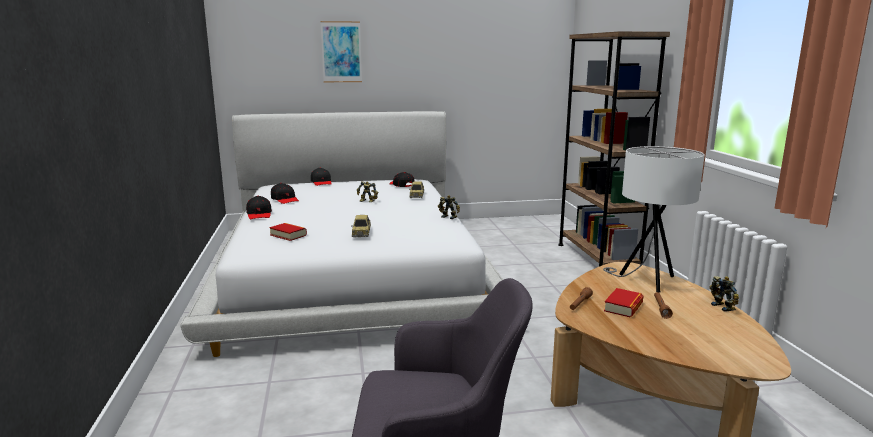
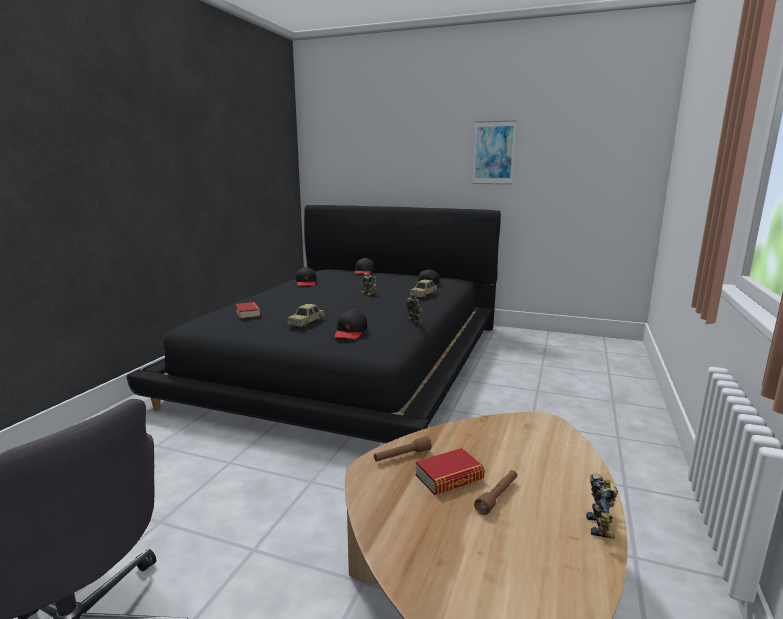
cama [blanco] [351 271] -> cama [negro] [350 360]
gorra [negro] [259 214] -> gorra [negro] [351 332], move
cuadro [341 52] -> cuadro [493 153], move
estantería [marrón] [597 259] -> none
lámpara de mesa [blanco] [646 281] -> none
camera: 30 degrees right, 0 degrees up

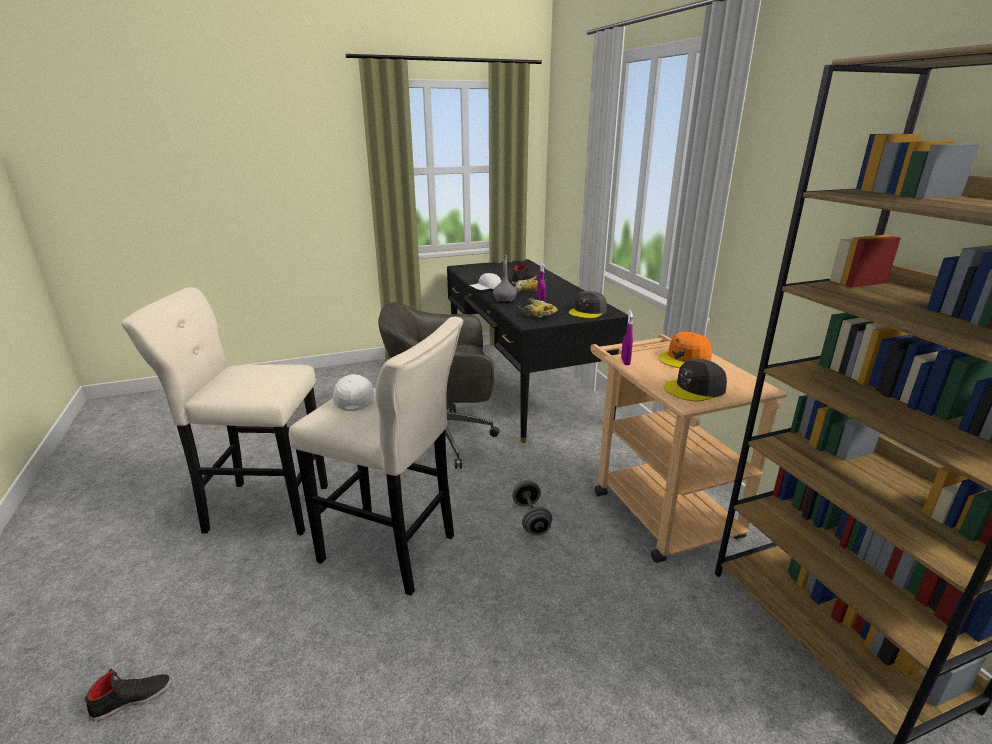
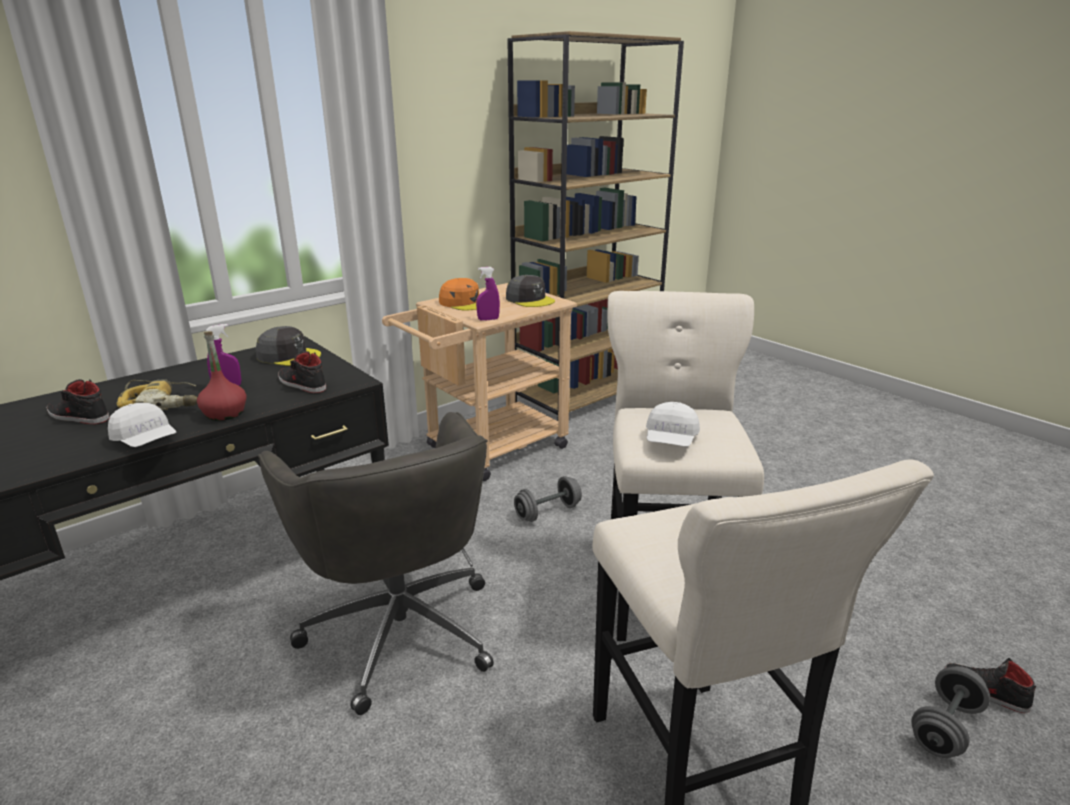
botella [gris] [505 300] -> botella [rojo] [224 413]
taladro [534 313] -> zapato [negro] [301 384]
gorra [blanco] [355 399] -> gorra [blanco] [670 440], 45 degrees counterclockwise
none -> mancuerna [gris] [945 727]
camera: 110 degrees left, 0 degrees up

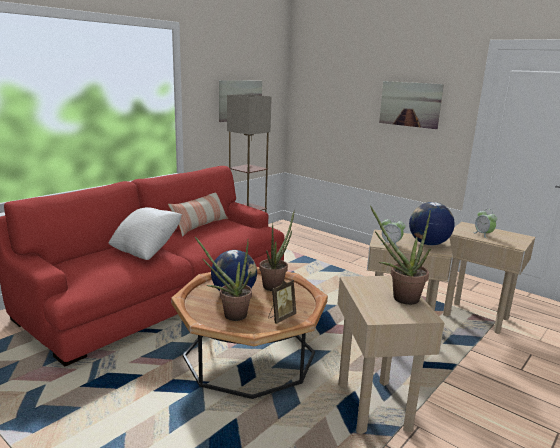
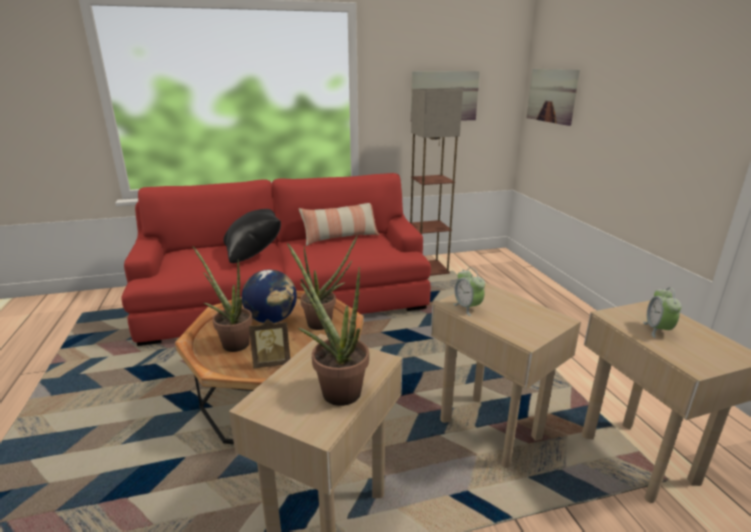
cojín [blanco] [146 250] -> cojín [negro] [254 254]
cuadro [410 104] -> cuadro [551 95], move
globo terráqueo [428 244] -> none
camera: 35 degrees right, 5 degrees up

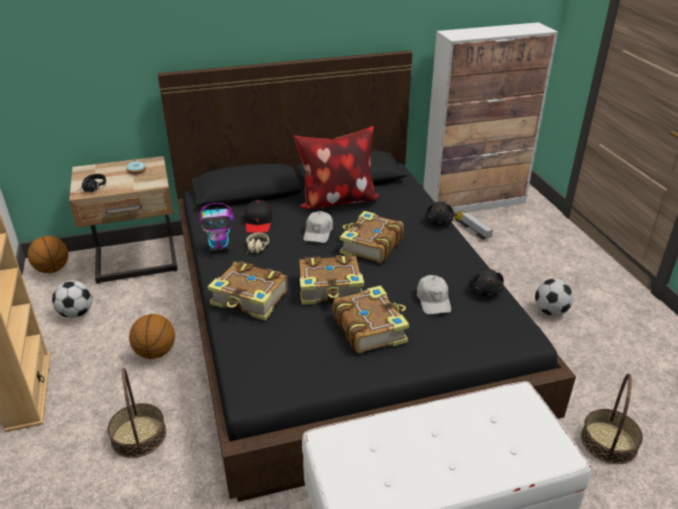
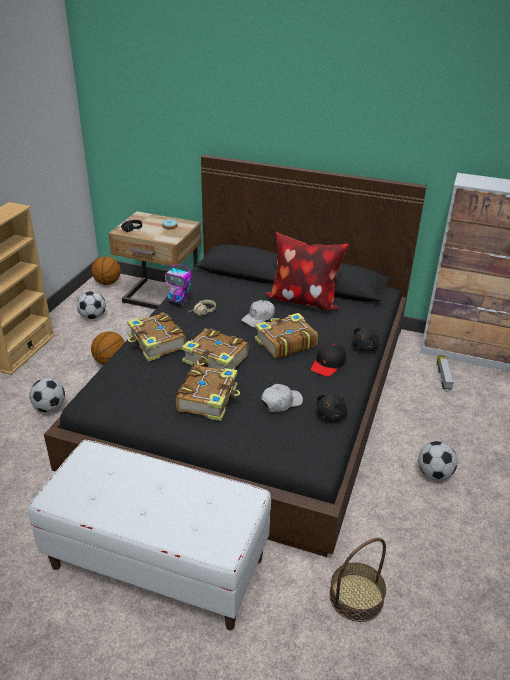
cesta [138 436] -> balón de fútbol [50 408]
gorra [blanco] [433 300] -> gorra [blanco] [281 402], 150 degrees counterclockwise
gorra [negro] [258 222] -> gorra [negro] [328 364], move
camera: 35 degrees right, 0 degrees up

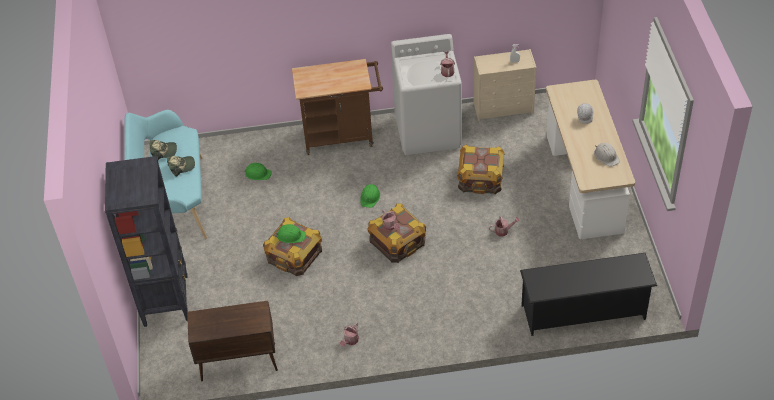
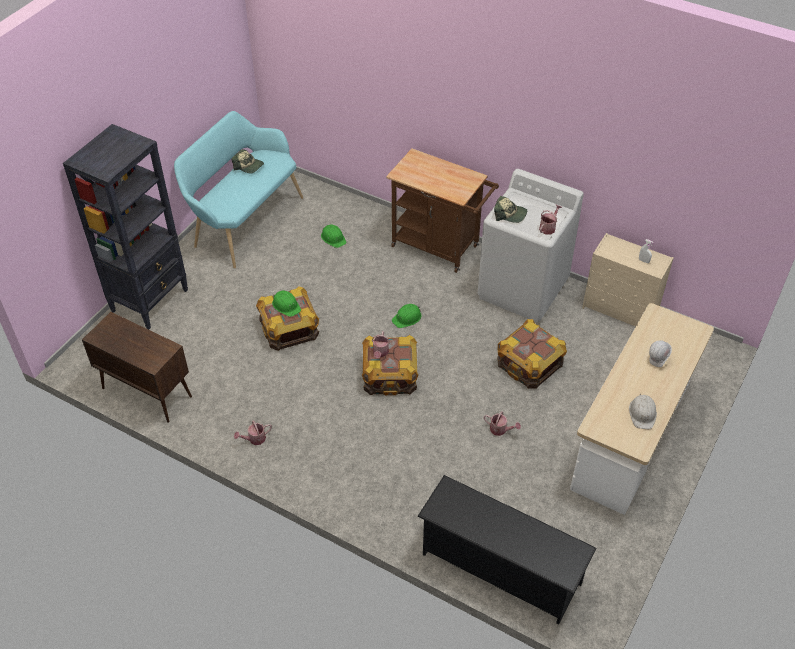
gorra [181 166] -> gorra [510 214], move
camera: 35 degrees right, 0 degrees up

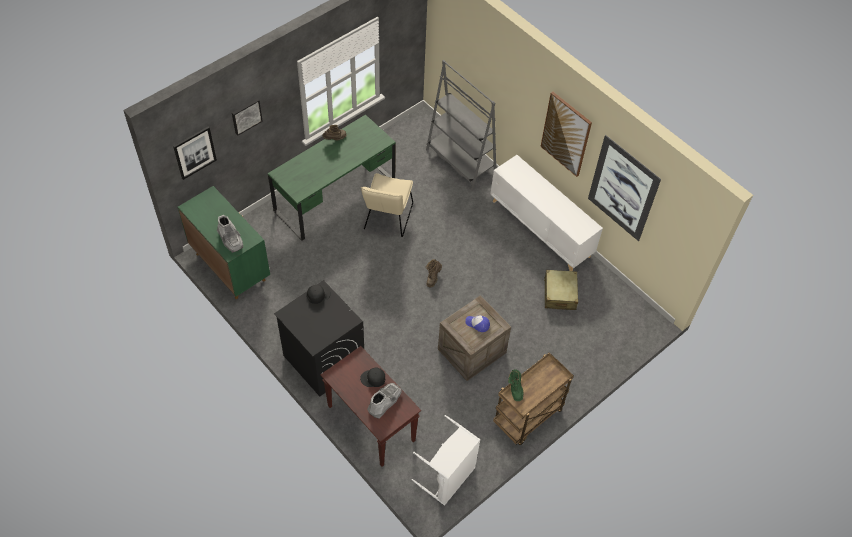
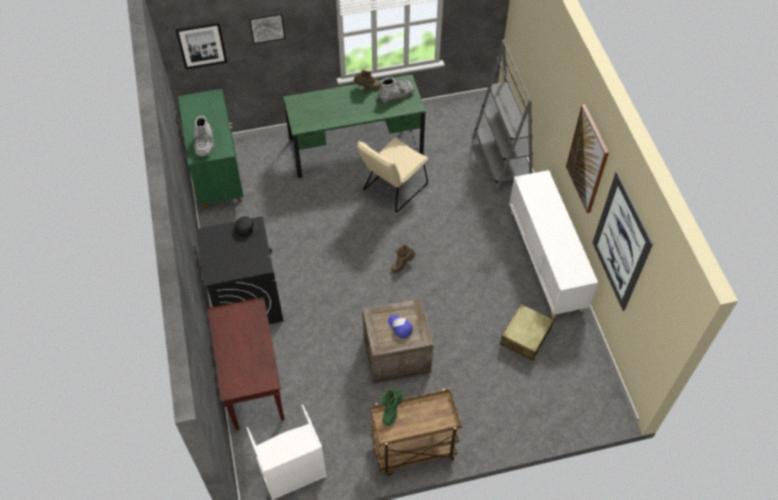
bota [gris] [384 402] -> bota [gris] [396 94], move
gorra [negro] [373 379] -> none
camera: 30 degrees right, 0 degrees up

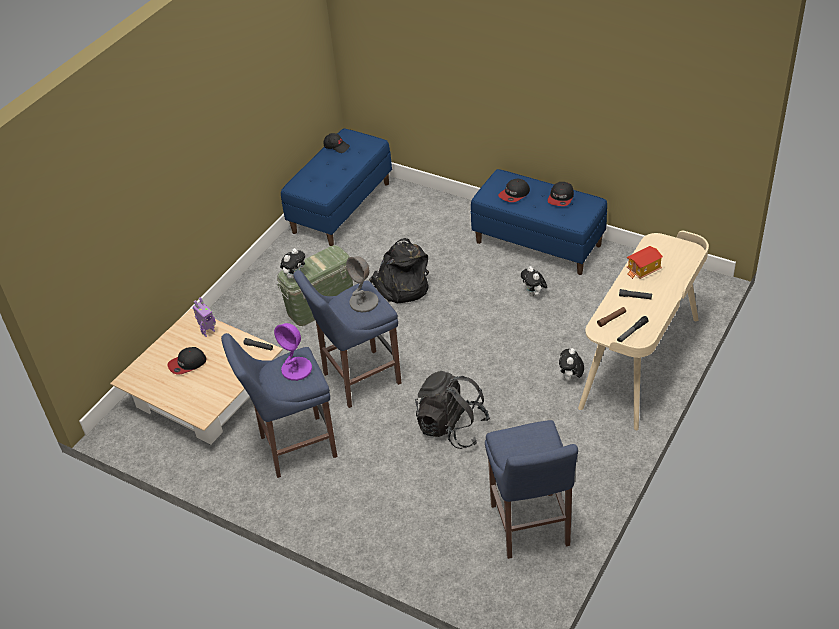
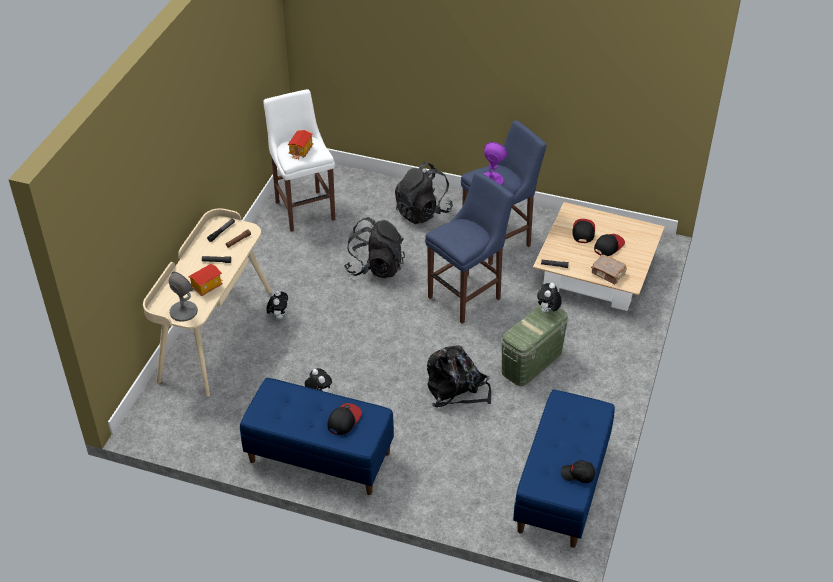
lámpara de mesa [gris] [364 302] -> lámpara de mesa [gris] [183 311], move
taburete [azul] [530 528] -> taburete [blanco] [304 208]
none -> casita [301 151]
none -> mochila [negro] [423 212]
gorra [561 198] -> gorra [583 232], move
robot de juguete [208 332] -> libro [marrón] [608 274]
camera: 165 degrees right, 0 degrees up

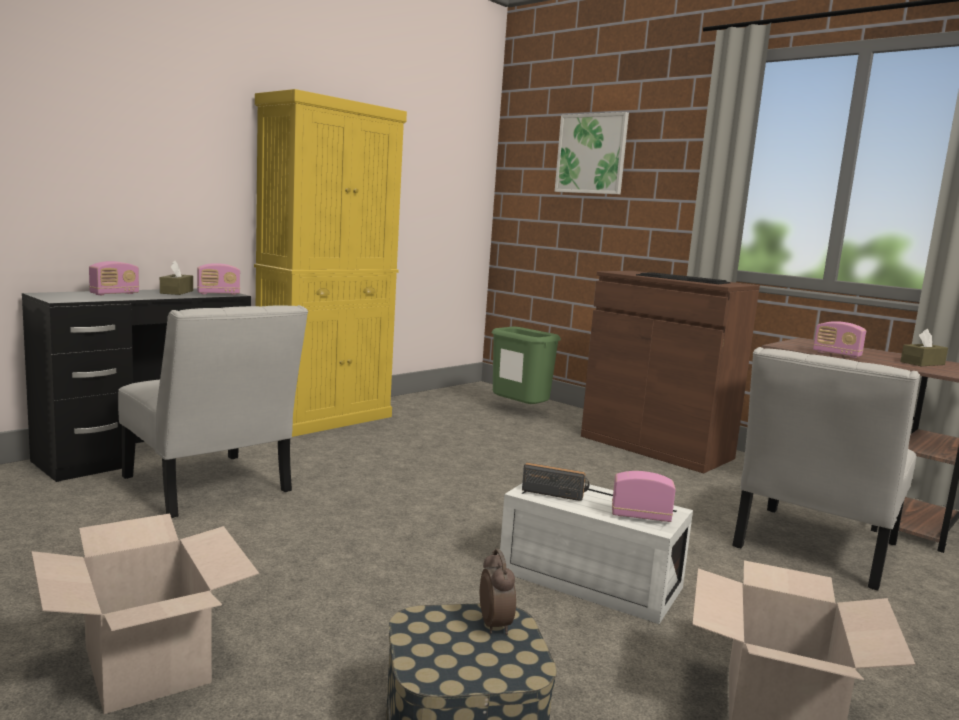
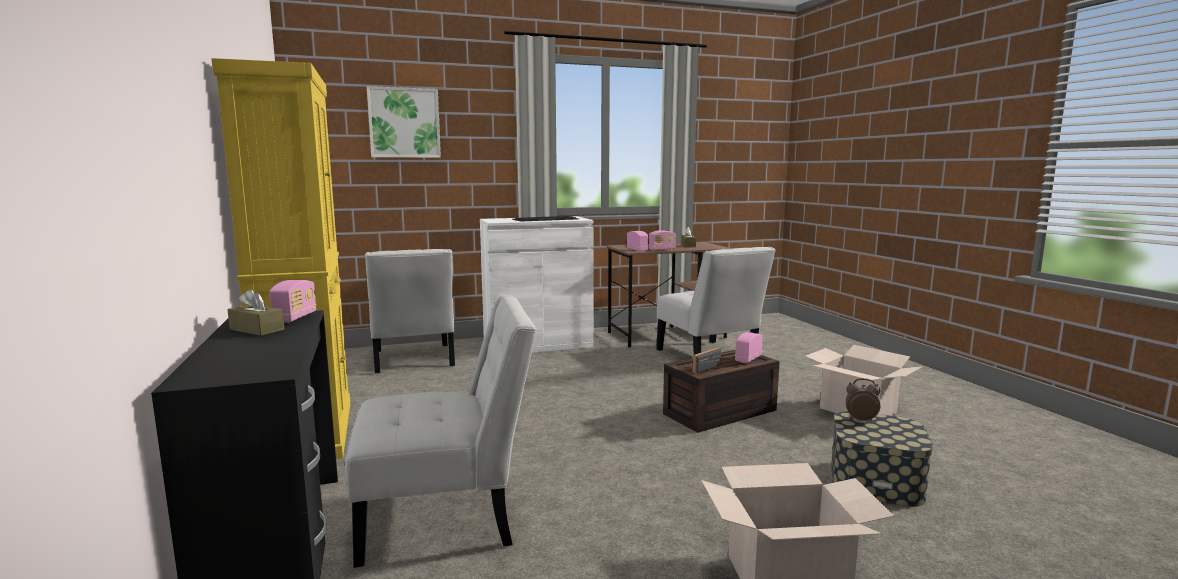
papelera [verde] [518 413] -> silla [blanco] [413 360]
armario [marrón] [655 447] -> armario [blanco] [537 345]
radio [114 294] -> radio [637 250], move
caja de almacenaje [blanco] [586 579] -> caja de almacenaje [marrón] [720 413]
camera: 60 degrees left, 0 degrees up

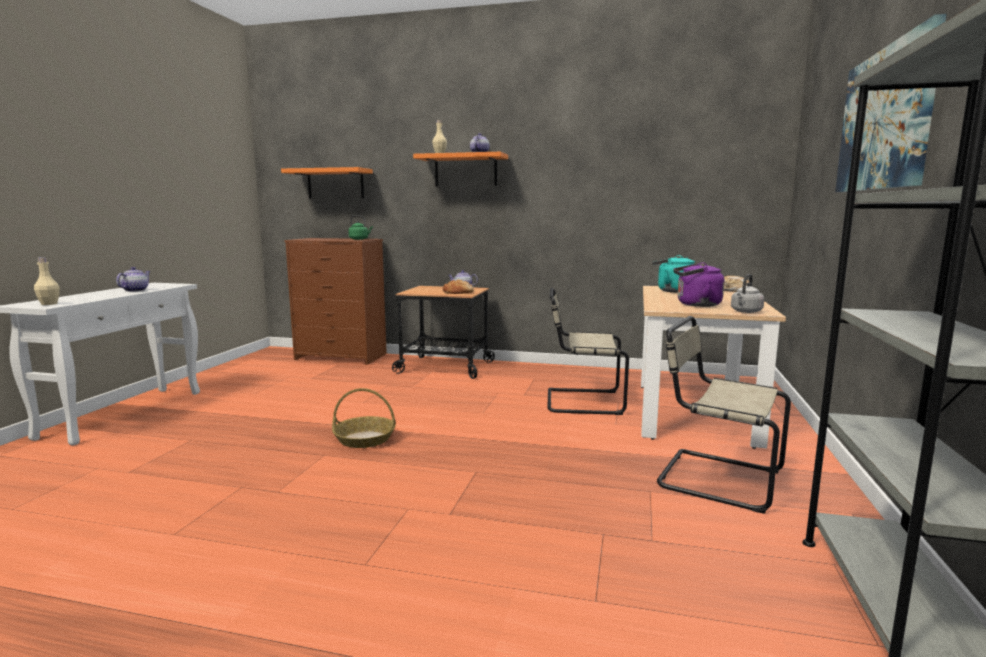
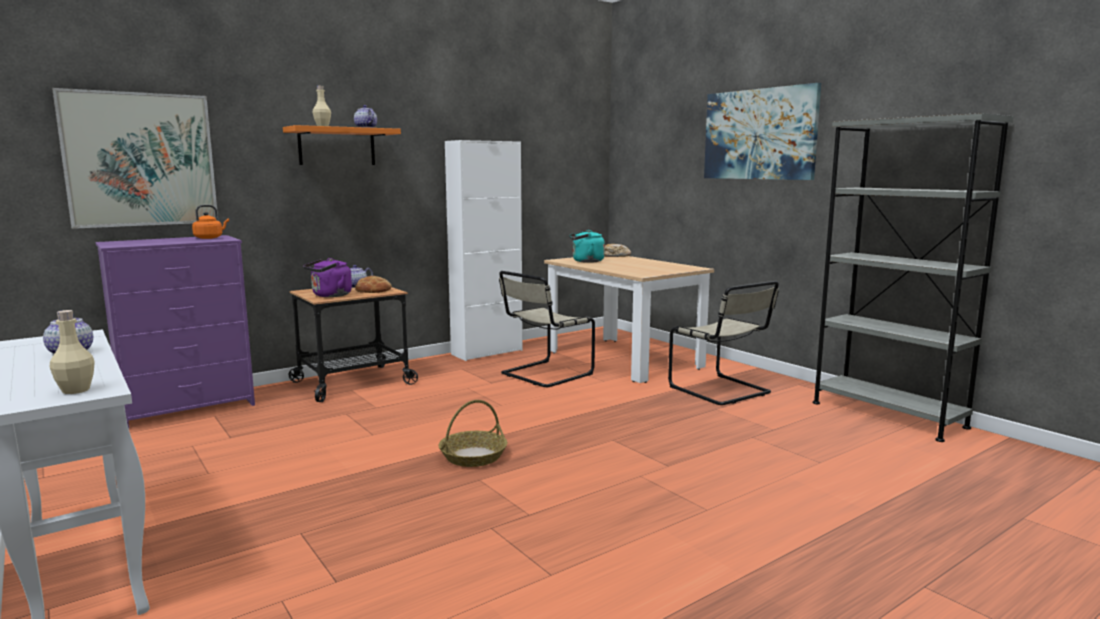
estante [naranja] [335 184] -> cuadro [140 160]
cómoda [marrón] [342 356] -> cómoda [morado] [189 407]
hervidor [verde] [359 239] -> hervidor [naranja] [210 238]
hervidor [morado] [696 304] -> hervidor [morado] [330 295], move
none -> armario [blanco] [487 352]
silla [beis] [714 478] -> silla [beis] [722 391], 105 degrees counterclockwise
hervidor [gris] [745 312] -> none
camera: 50 degrees left, 0 degrees up

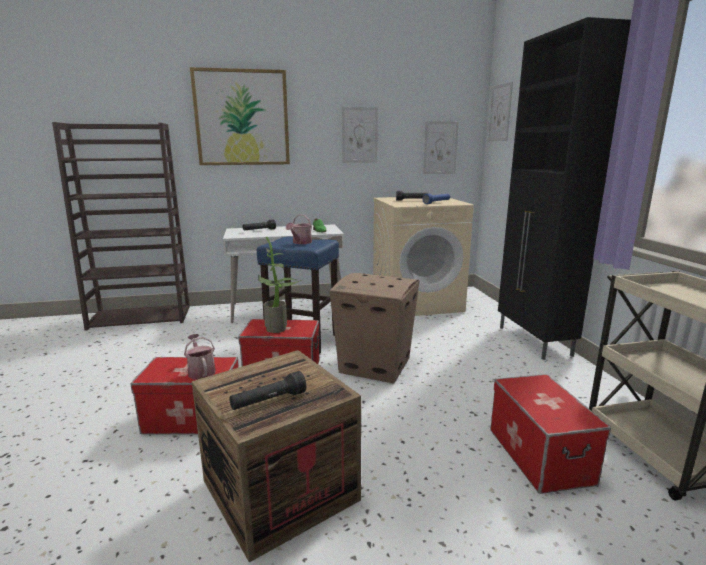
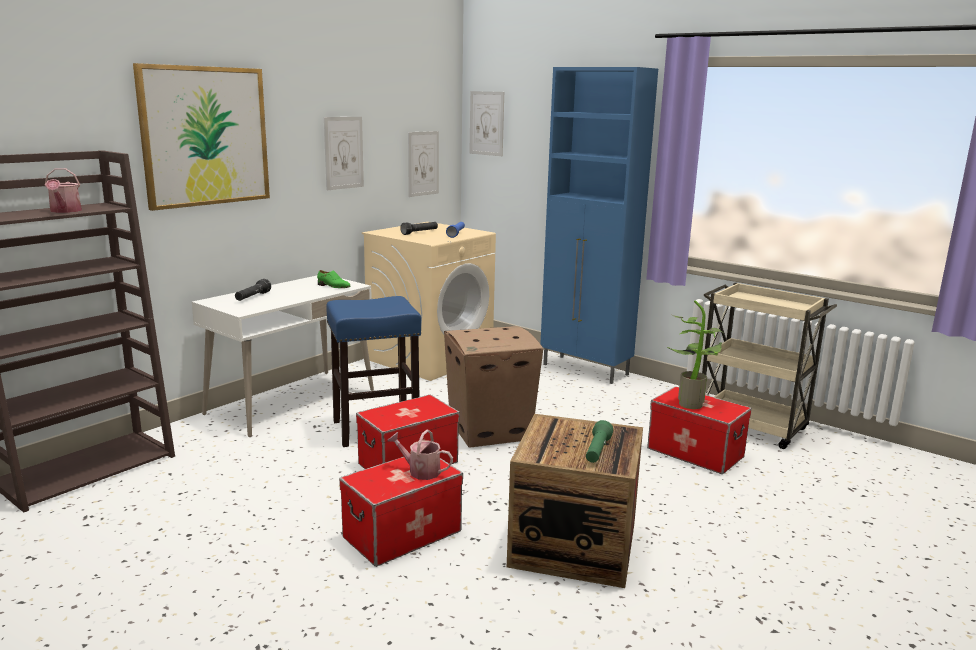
regadera [300 243] -> regadera [64 211], move
armario [negro] [534 341] -> armario [azul] [586 370]
linterna [negro] [268 401] -> linterna [verde] [597 451]
planta en maceta [279 328] -> planta en maceta [691 403], move
camera: 40 degrees left, 0 degrees up

